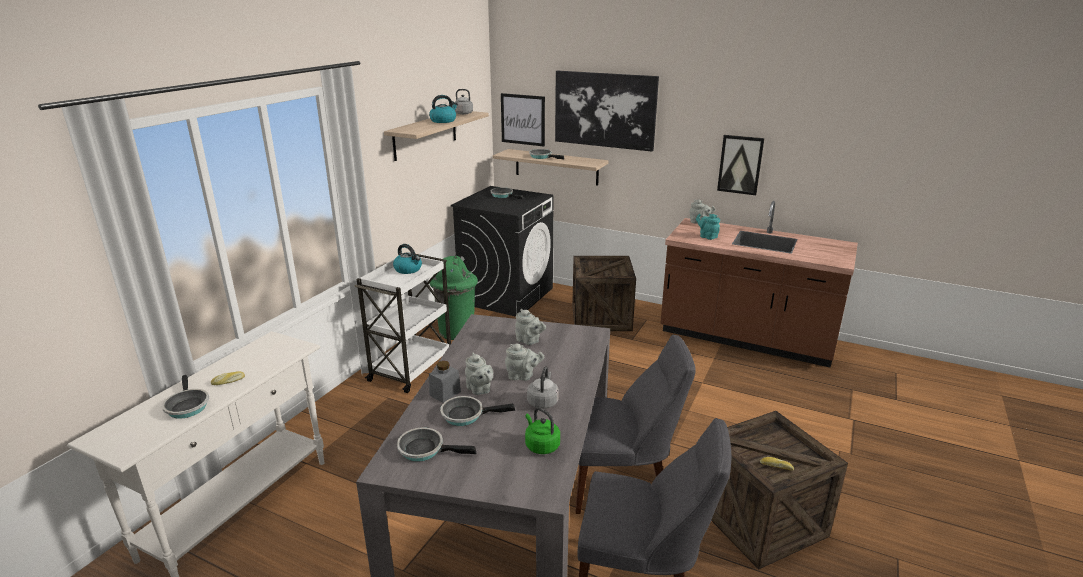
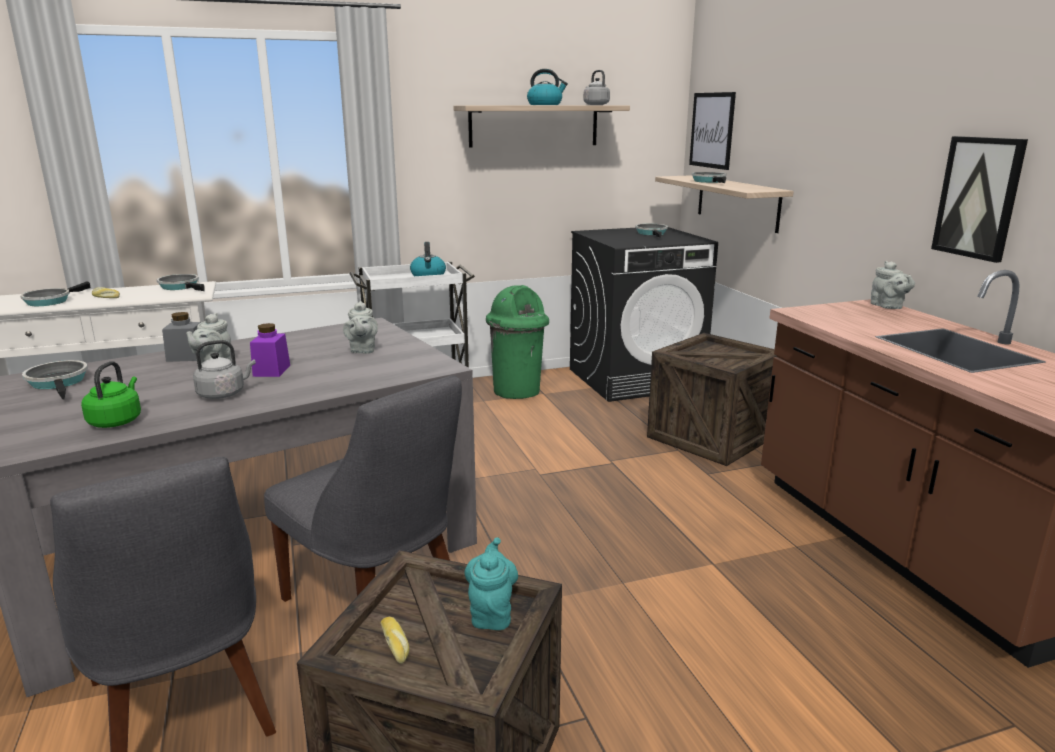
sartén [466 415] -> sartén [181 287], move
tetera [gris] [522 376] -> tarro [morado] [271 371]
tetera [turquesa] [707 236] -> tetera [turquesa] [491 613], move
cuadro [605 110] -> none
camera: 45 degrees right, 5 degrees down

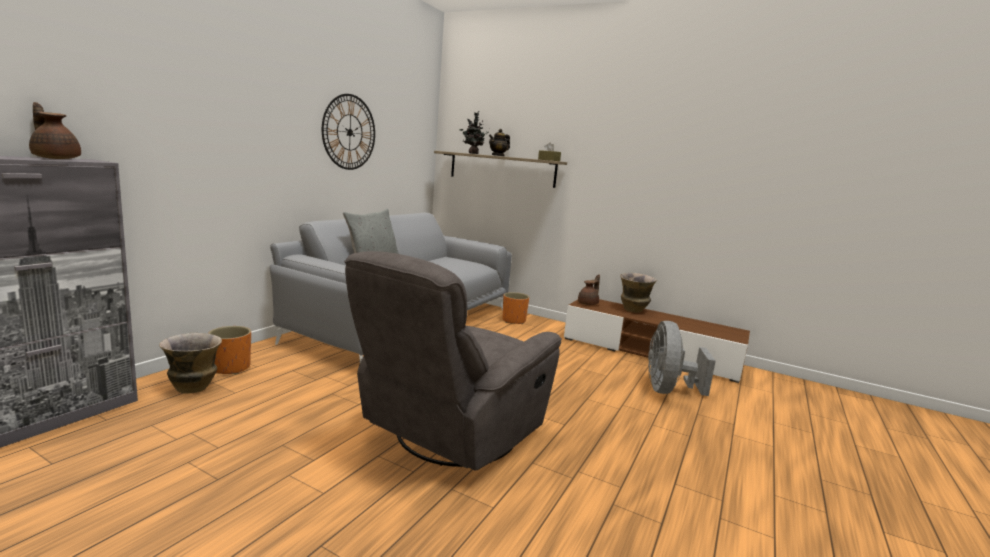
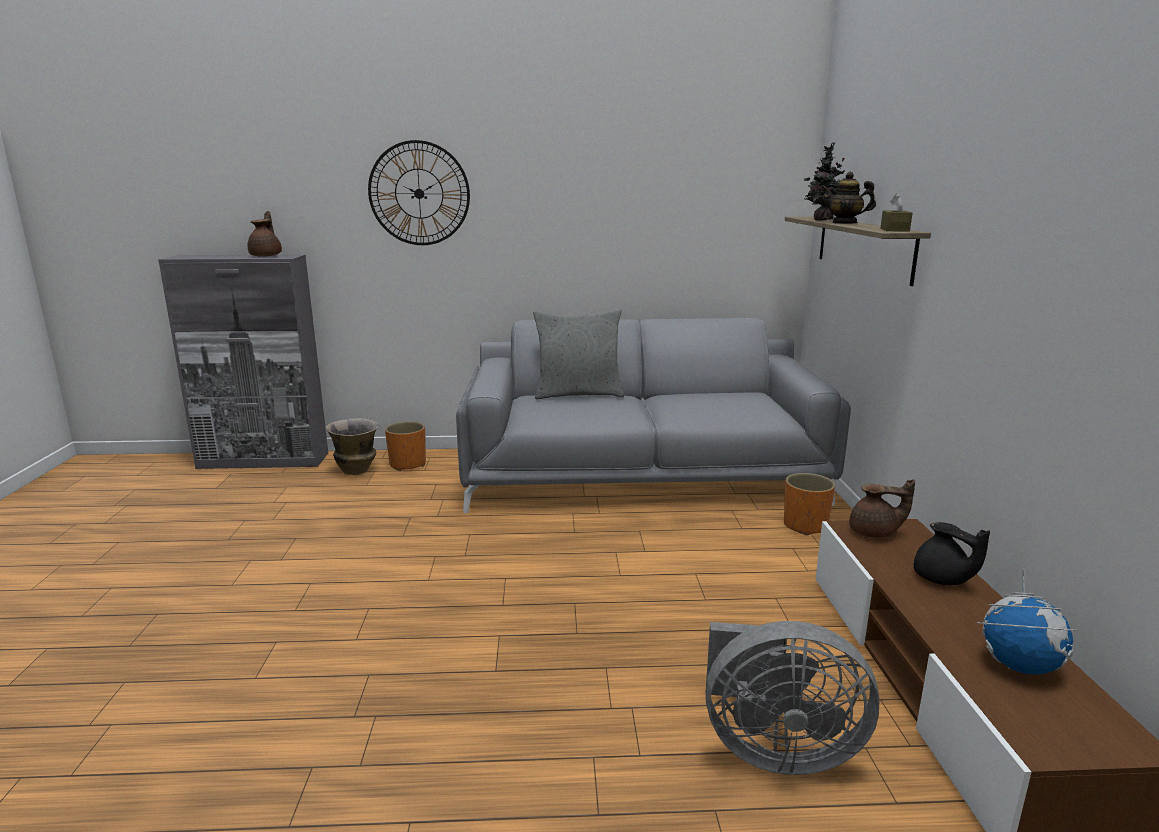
reloj de pared [349 132] -> reloj de pared [419 193], move
ventilador [gris] [668 390] -> ventilador [gris] [774 749], 150 degrees counterclockwise
florero [633 310] -> tetera [negro] [942 579]
none -> globo terráqueo [1019 665]
sillón [gris] [449 436] -> none
camera: 60 degrees right, 5 degrees up

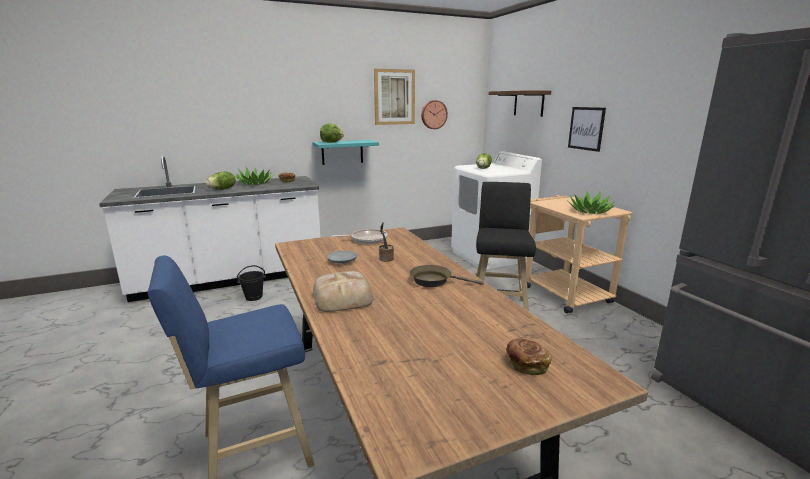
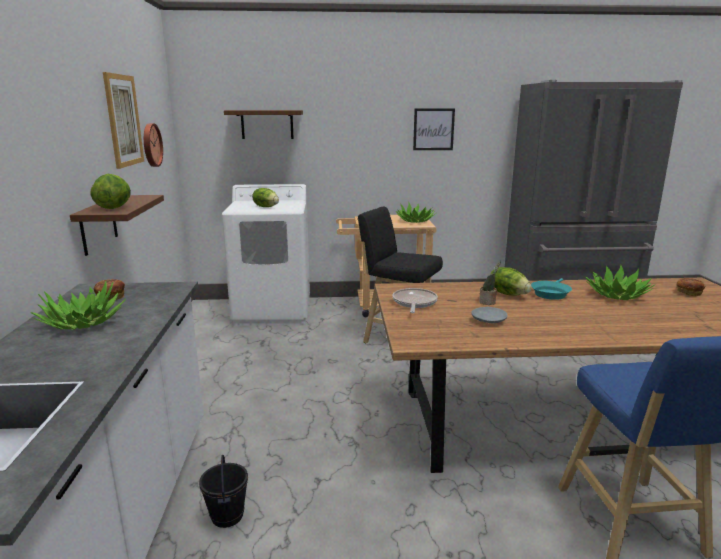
estante [turquesa] [342 152] -> estante [marrón] [98 225]
cuadro [586 128] -> cuadro [433 129], move
lechuga [222 189] -> lechuga [508 294], move
sartén [marrón] [434 281] -> sartén [turquesa] [550 293]
none -> planta en maceta [616 295]
pan [343 297] -> none
camera: 70 degrees left, 0 degrees up

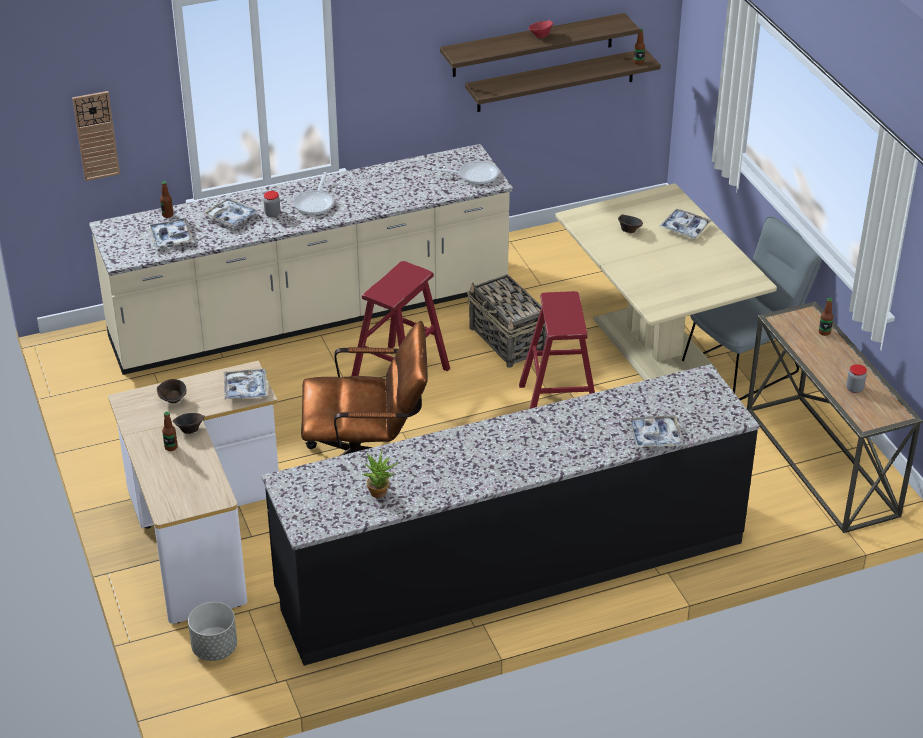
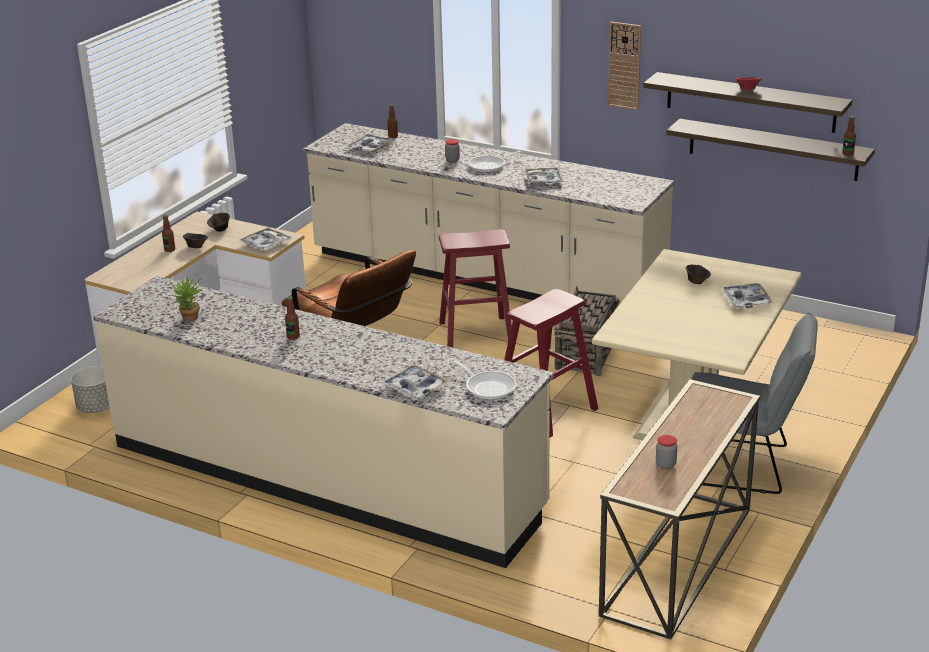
mueble bajo de cocina [negro] [511 569] -> mueble bajo de cocina [beis] [325 477]
botella [824 332] -> botella [293 337], move
sartén [474 175] -> sartén [487 386], move
bandeja [231 217] -> bandeja [544 180], move
reloj de pared [96 135] -> reloj de pared [624 66], move
camera: 50 degrees right, 10 degrees down

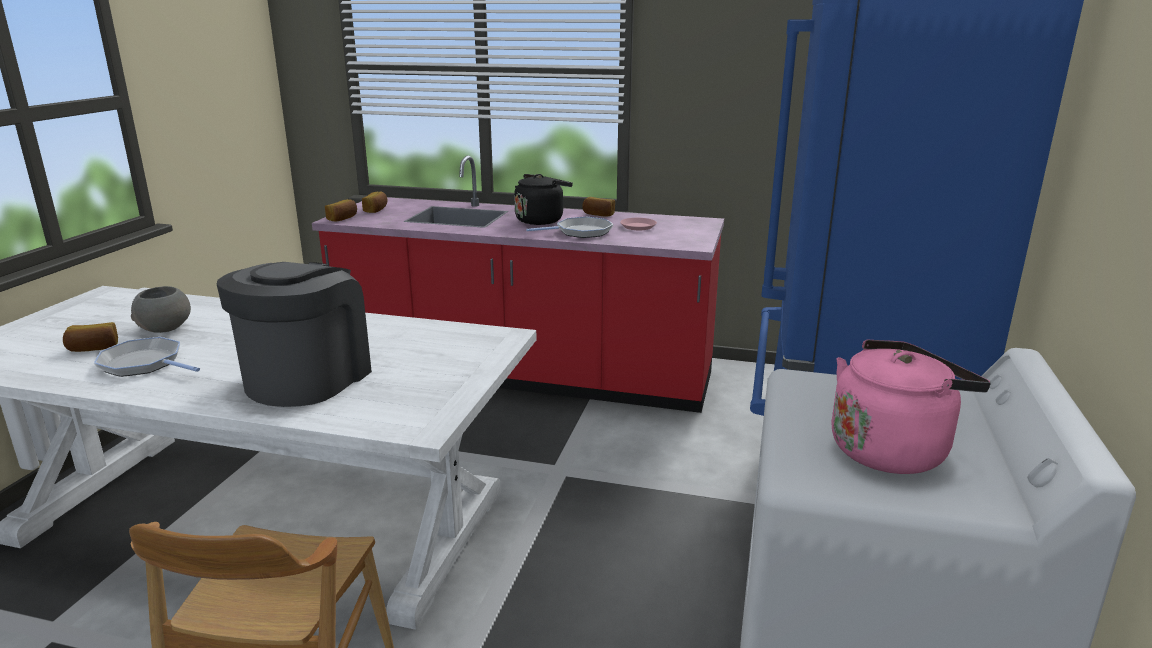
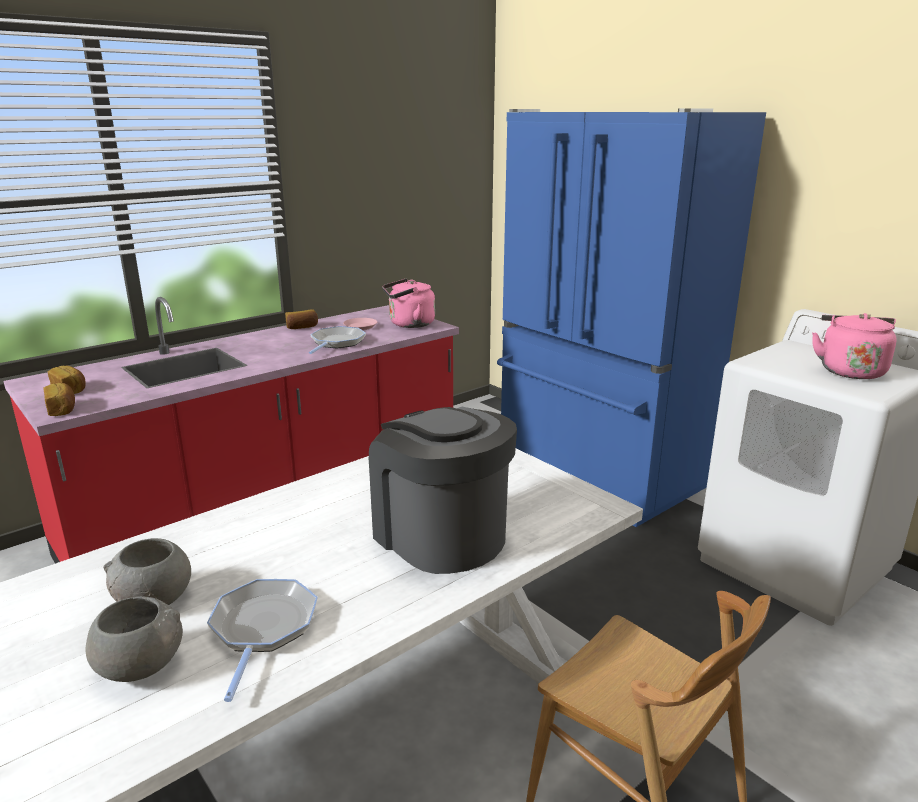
pan [93 348] -> cuenco [gris] [139 666]
sartén [145 364] -> sartén [263 628], 120 degrees clockwise
none -> hervidor [rosa] [409 324]
hervidor [negro] [541 220] -> none
camera: 55 degrees left, 0 degrees up

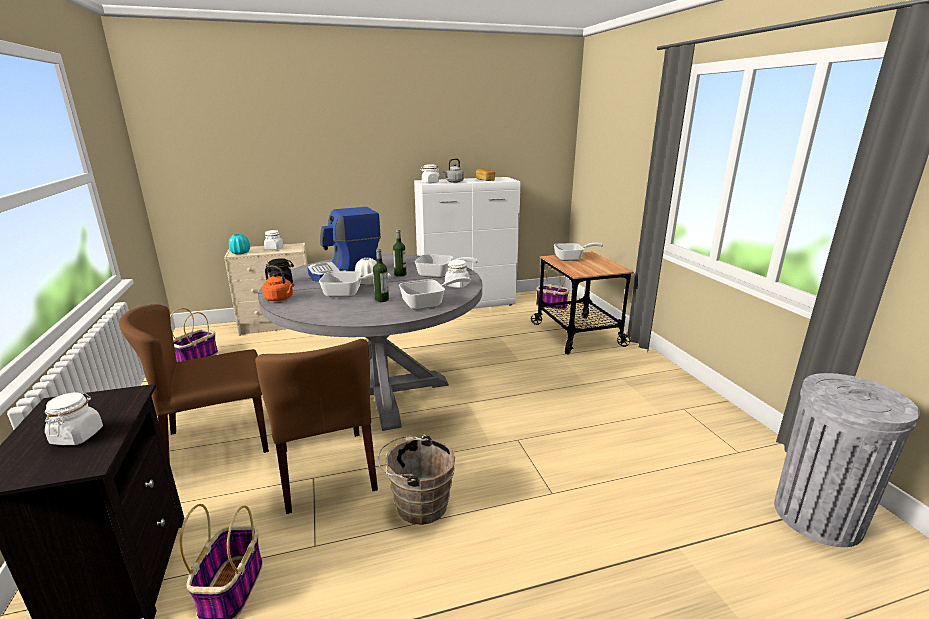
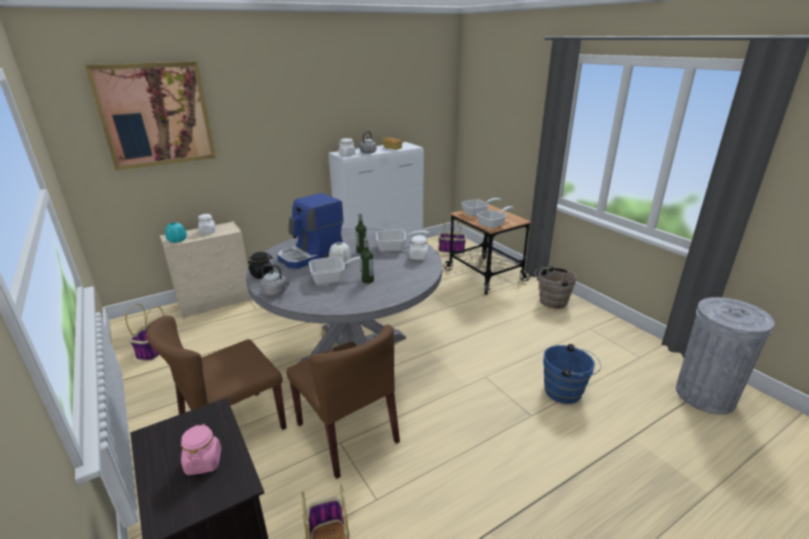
none -> cuadro [155 115]
tarro [blanco] [77 436] -> tarro [rosa] [203 462]
hervidor [naranja] [280 299] -> hervidor [gris] [276 292]
sartén [428 304] -> sartén [493 224], move
cubo [marrón] [417 504] -> cubo [marrón] [550 301], move
none -> cubo [azul] [566 392]
camera: 15 degrees left, 5 degrees up

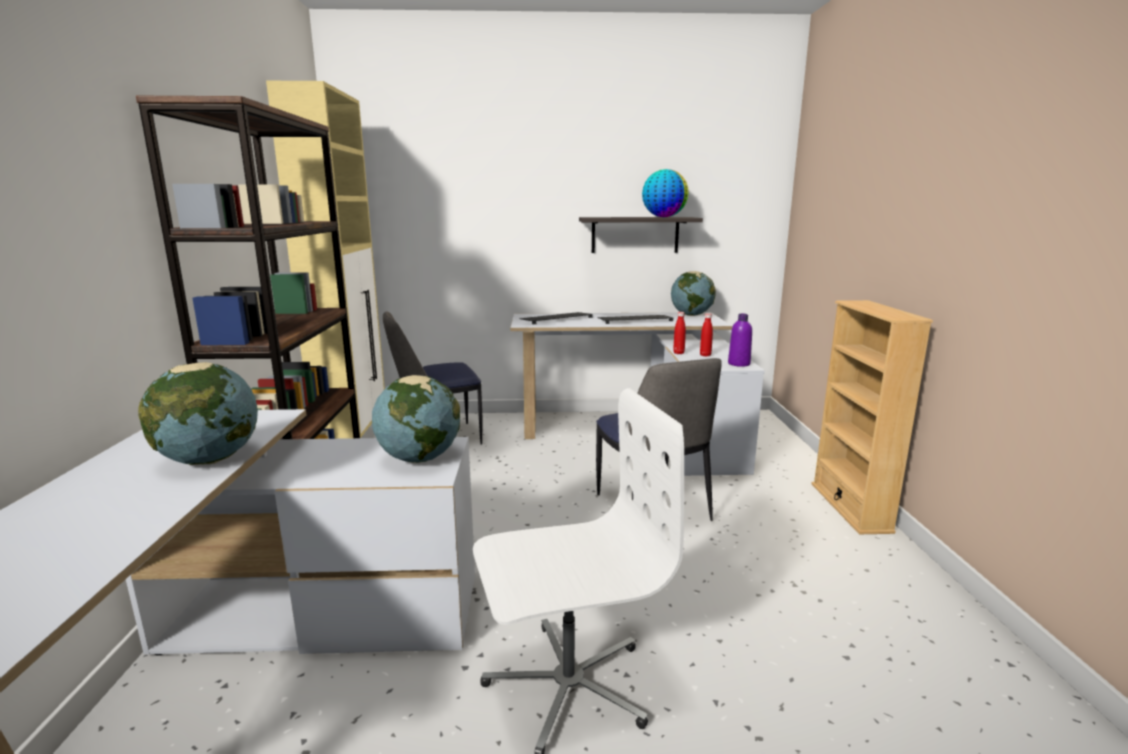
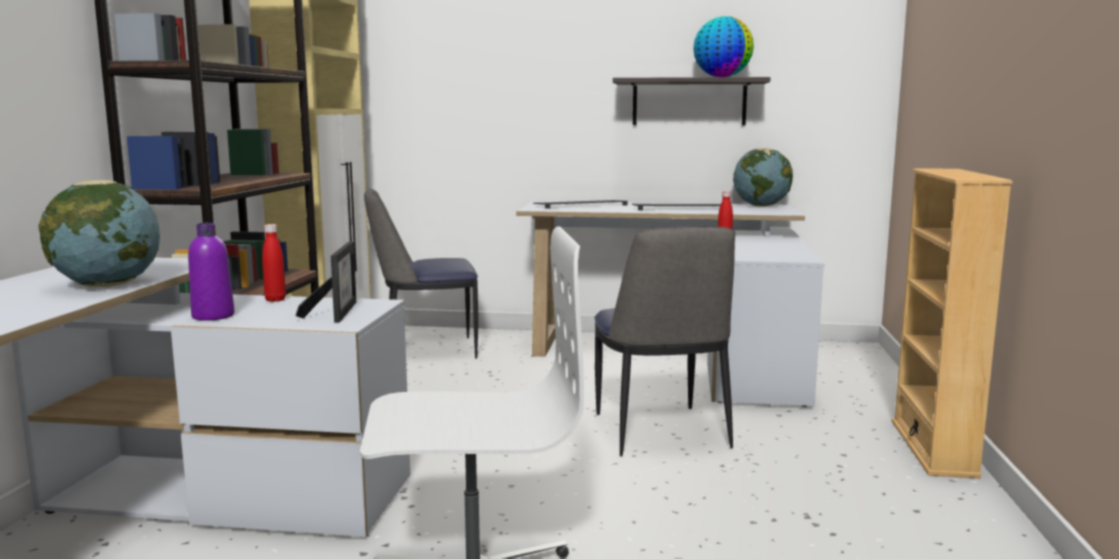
botella [morado] [739 364] -> botella [morado] [213 316], move
botella [rojo] [705 355] -> botella [rojo] [275 300], move
globo terráqueo [419 458] -> portarretratos [337 311]
camera: 10 degrees right, 5 degrees down

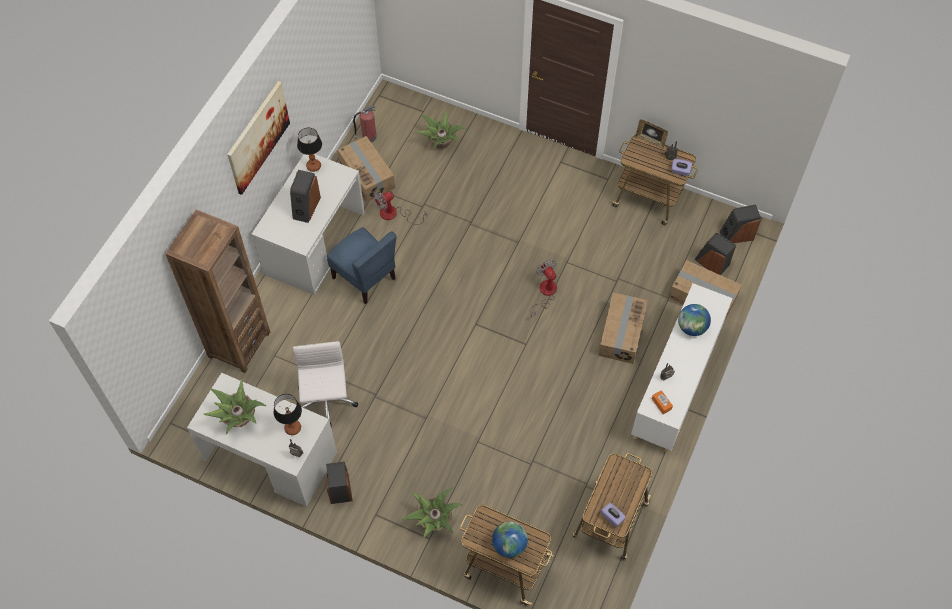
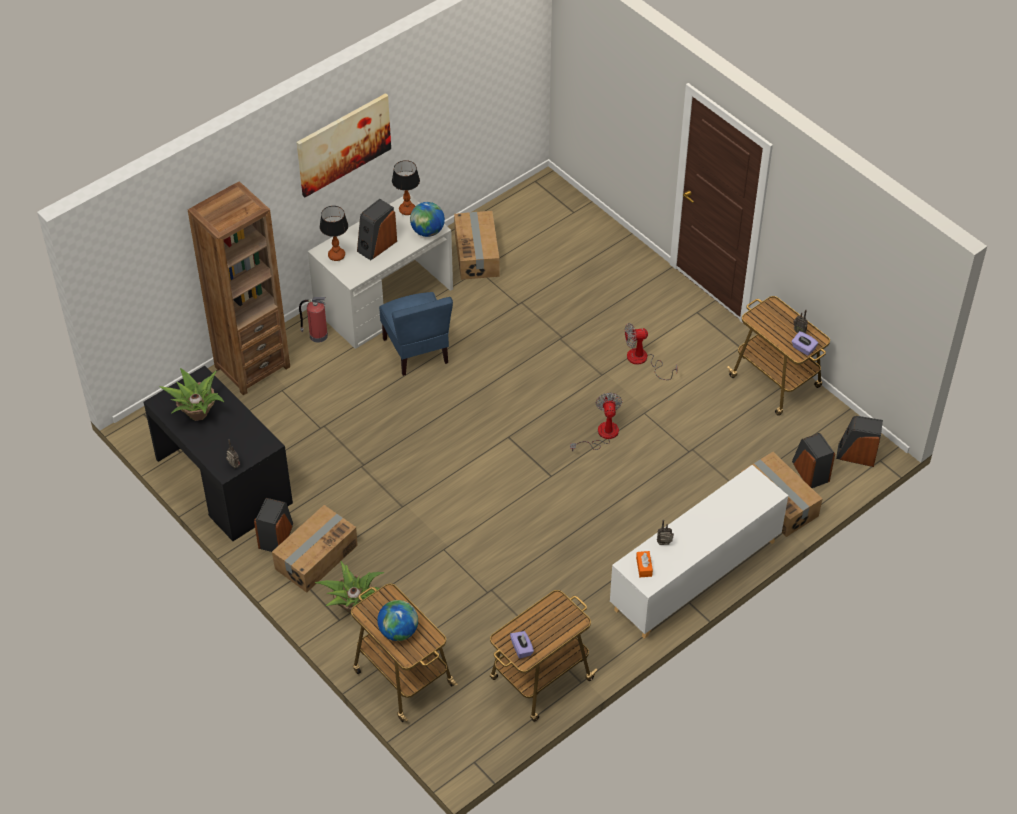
escritorio [blanco] [270 456] -> escritorio [negro] [223 481]
caja de cartón [621 334] -> caja de cartón [315 557], move
extintor [368 136] -> extintor [317 335], move
lámpara de mesa [292 427] -> lámpara de mesa [336 255], move
globo terráqueo [692 327] -> globo terráqueo [427 231], move
ventilador [394 214] -> ventilador [643 361], move
silla de oficina [blanco] [327 402] -> none
planta en maceta [441 143] -> none
portarretratos [650 140] -> none
camera: 25 degrees right, 10 degrees down

